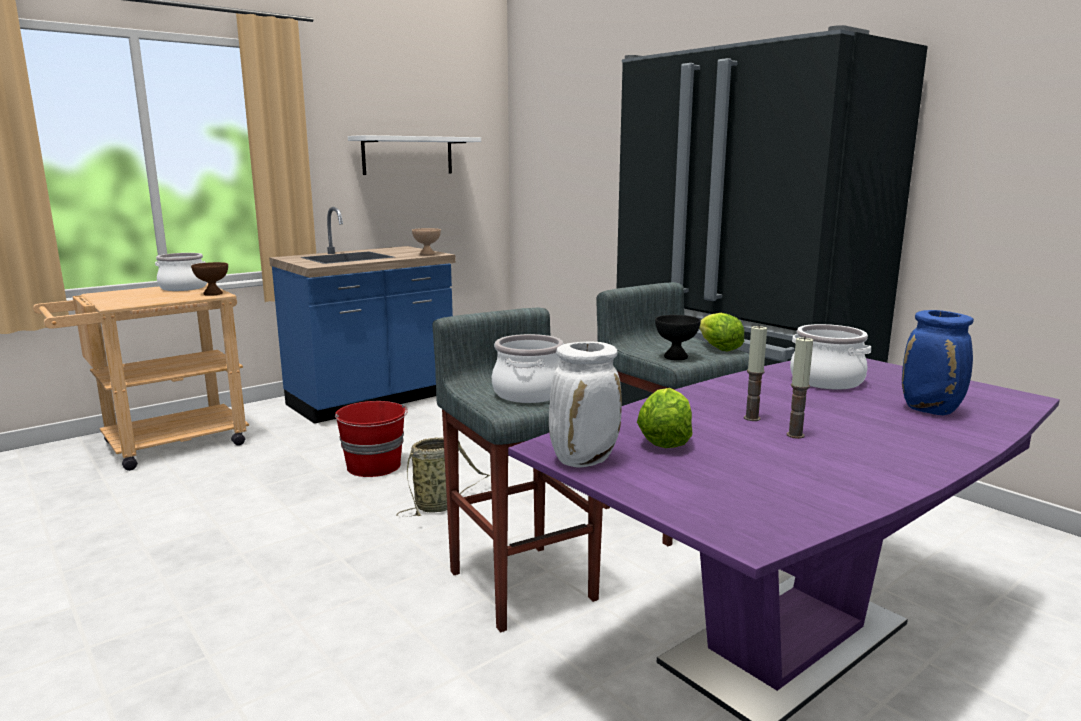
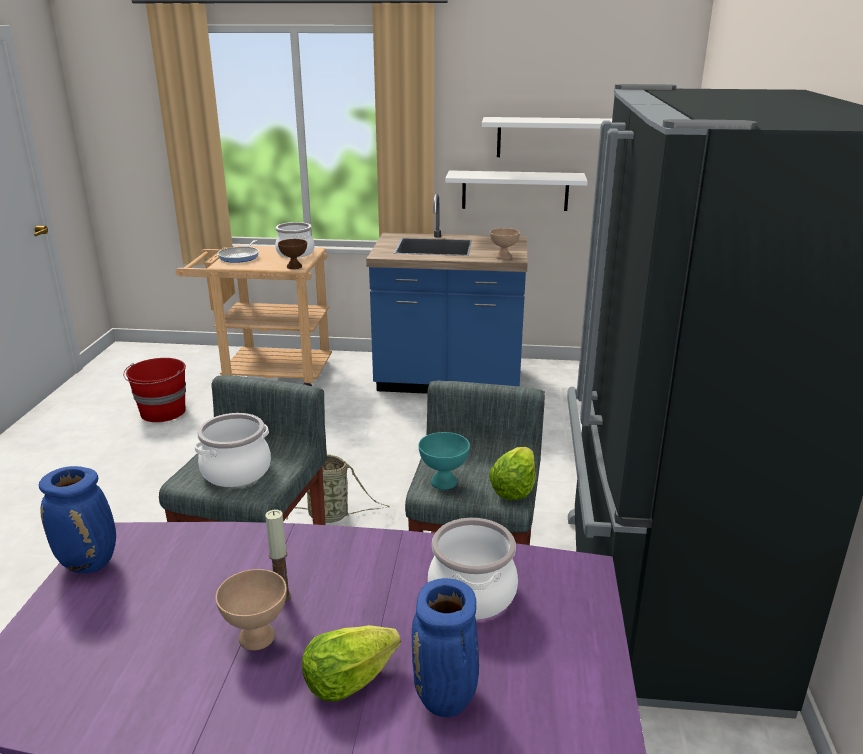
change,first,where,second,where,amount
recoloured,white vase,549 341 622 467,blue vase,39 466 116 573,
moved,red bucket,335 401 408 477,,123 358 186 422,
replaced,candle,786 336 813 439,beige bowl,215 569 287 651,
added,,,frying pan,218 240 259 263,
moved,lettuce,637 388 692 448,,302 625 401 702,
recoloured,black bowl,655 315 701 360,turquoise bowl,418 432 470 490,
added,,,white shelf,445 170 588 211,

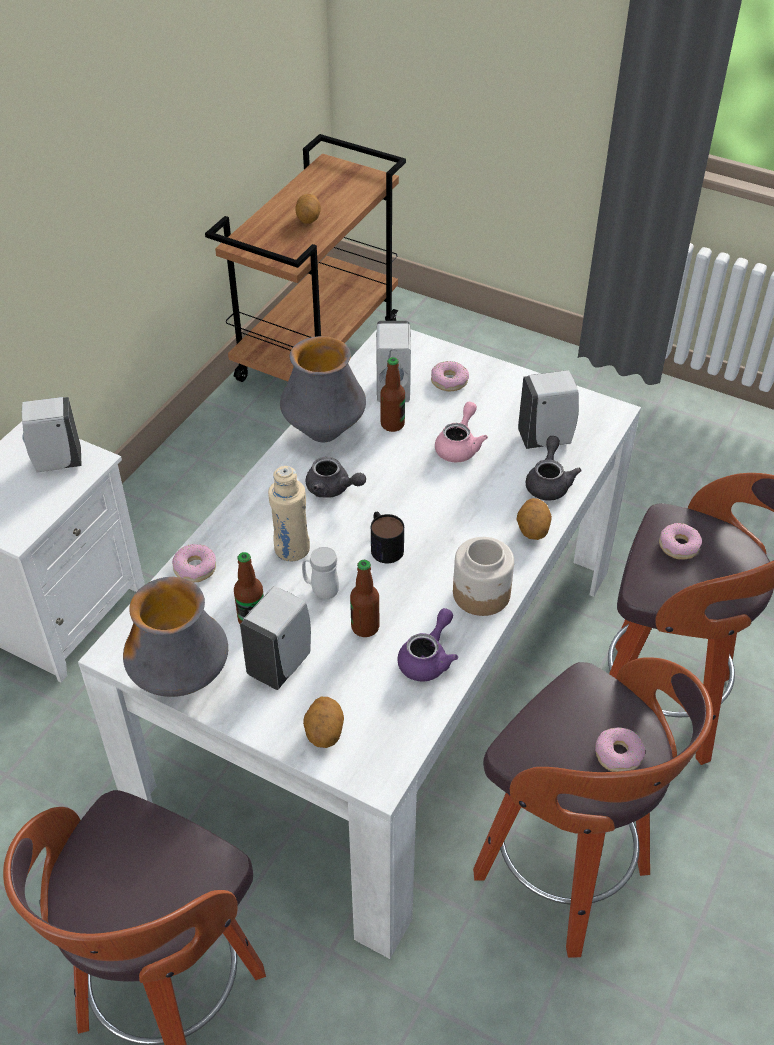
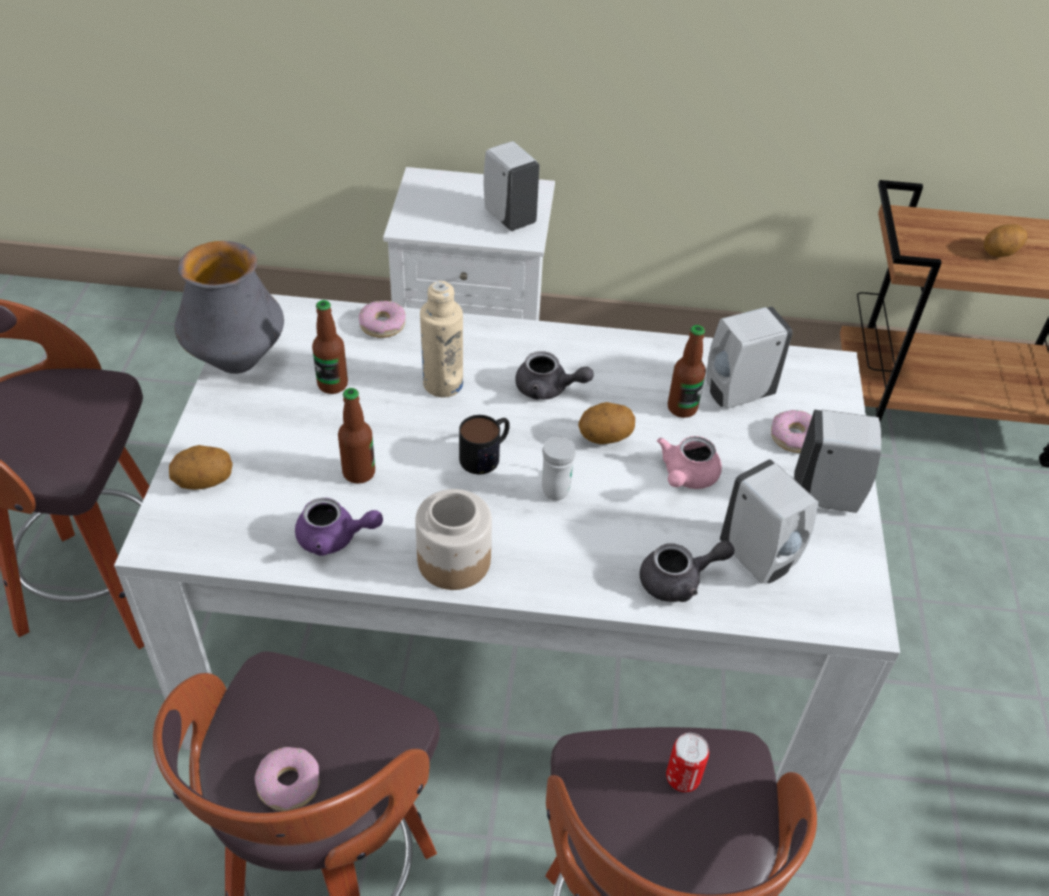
change,first,where,second,where,amount
turned,grey teapot,306 457 366 498,,515 351 594 400,75 degrees counterclockwise
moved,white mug,302 547 339 599,,542 436 576 501,
moved,potato,516 498 552 540,,578 402 635 444,
turned,pink teapot,435 402 488 462,,657 436 722 489,120 degrees clockwise
replaced,donut,659 523 702 559,can,666 733 709 792,
moved,white soap dispenser,240 586 311 690,,794 410 882 513,
removed,vase,280 336 366 442,,,

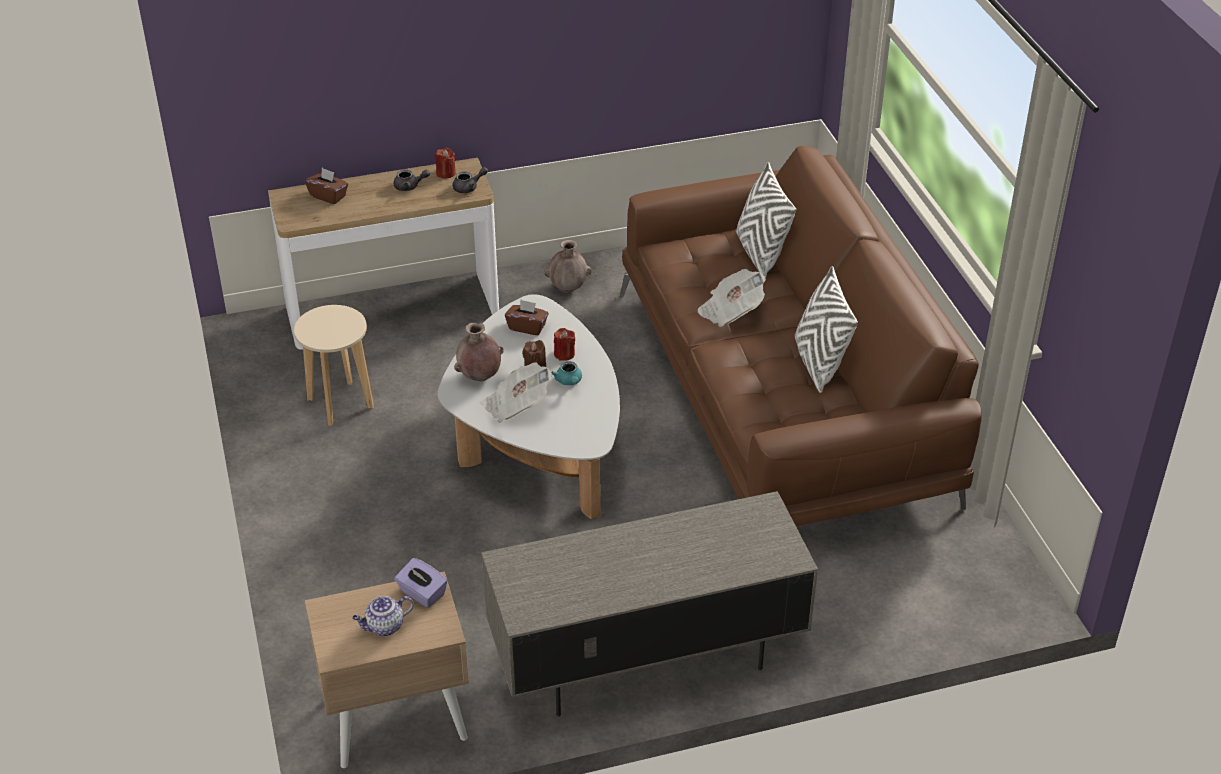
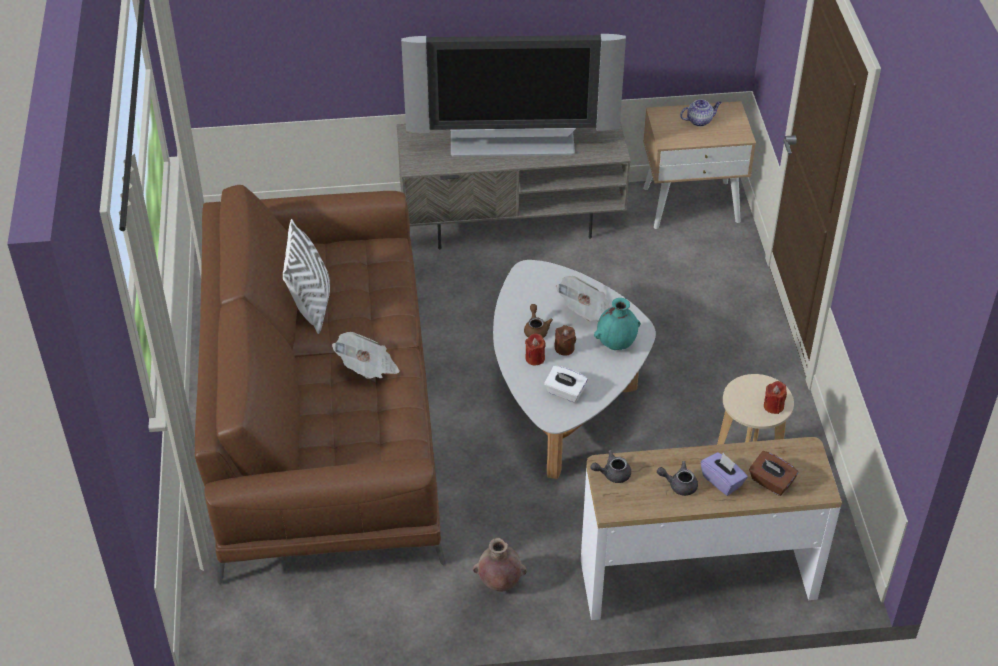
change,first,where,second,where,amount
added,,,television,401 34 626 157,
recoloured,turquoise teapot,551 361 582 385,brown teapot,524 304 553 338,
recoloured,brown tissue box,505 299 549 335,white tissue box,544 366 588 403,
recoloured,brown vase,454 322 503 381,turquoise vase,594 298 641 350,
moved,purple tissue box,395 558 447 608,,701 452 748 496,
moved,red candle,435 148 456 178,,764 381 787 414,
removed,white pillow,736 162 797 278,,,

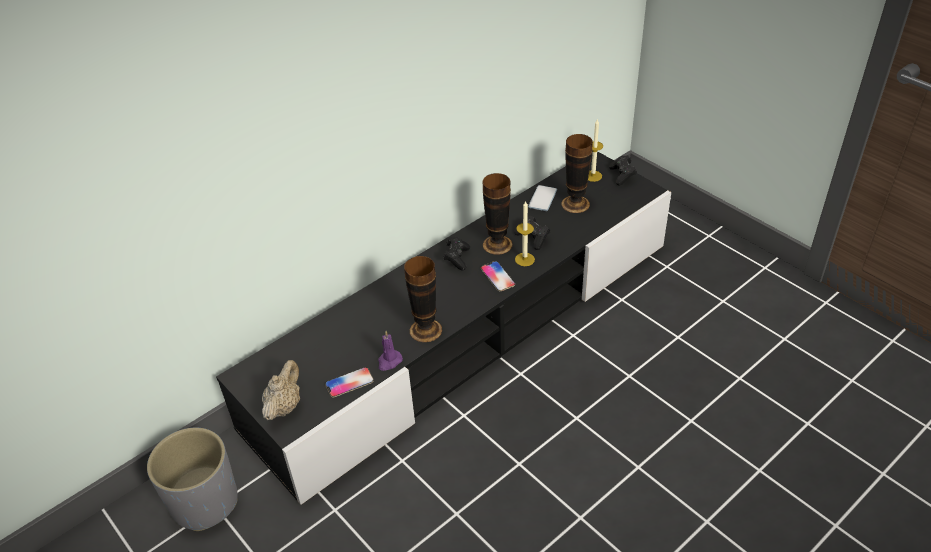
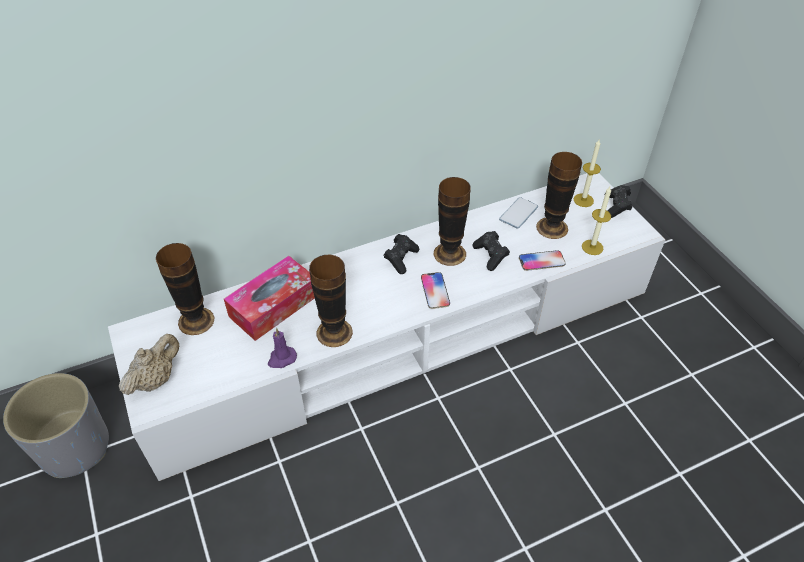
change,first,where,second,where,amount
recoloured,black tv stand,216 150 671 505,white tv stand,108 173 666 481,
added,,,vase,156 243 214 335,
added,,,tissue box,224 256 315 341,
moved,phone,325 367 374 397,,519 250 566 271,
moved,candle,515 201 535 266,,582 187 611 255,

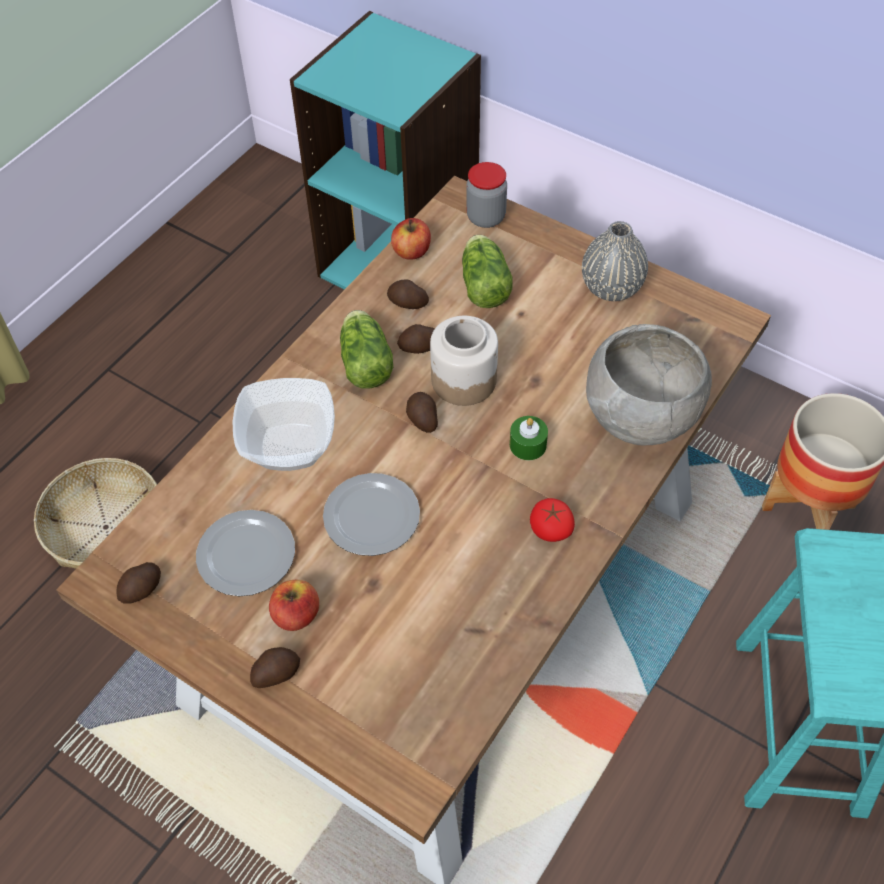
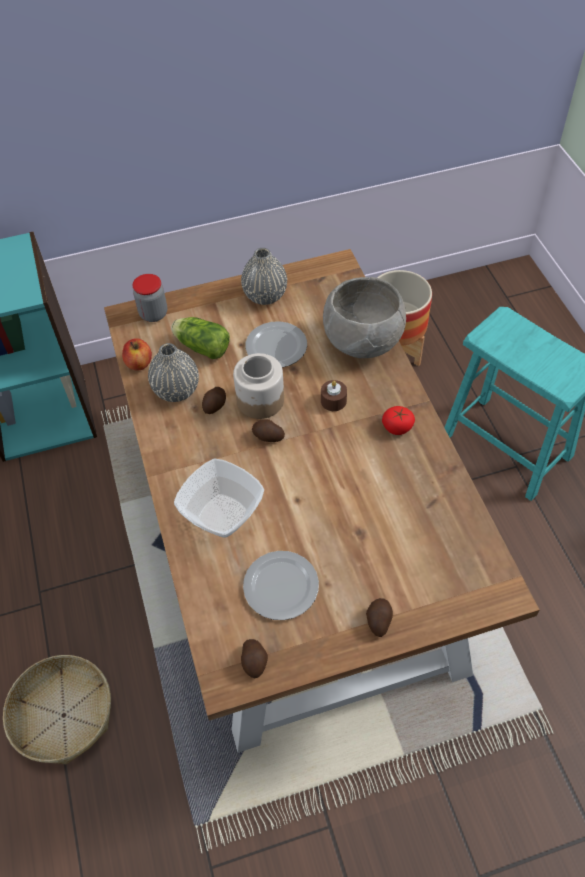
change,first,where,second,where,amount
replaced,potato,387 279 429 309,grey vase,148 343 199 402,
moved,plate,323 473 420 556,,245 321 307 368,
recoloured,green candle,510 416 548 460,brown candle,321 380 347 411,
removed,apple,269 580 319 631,,,
removed,lettuce,340 310 393 389,,,

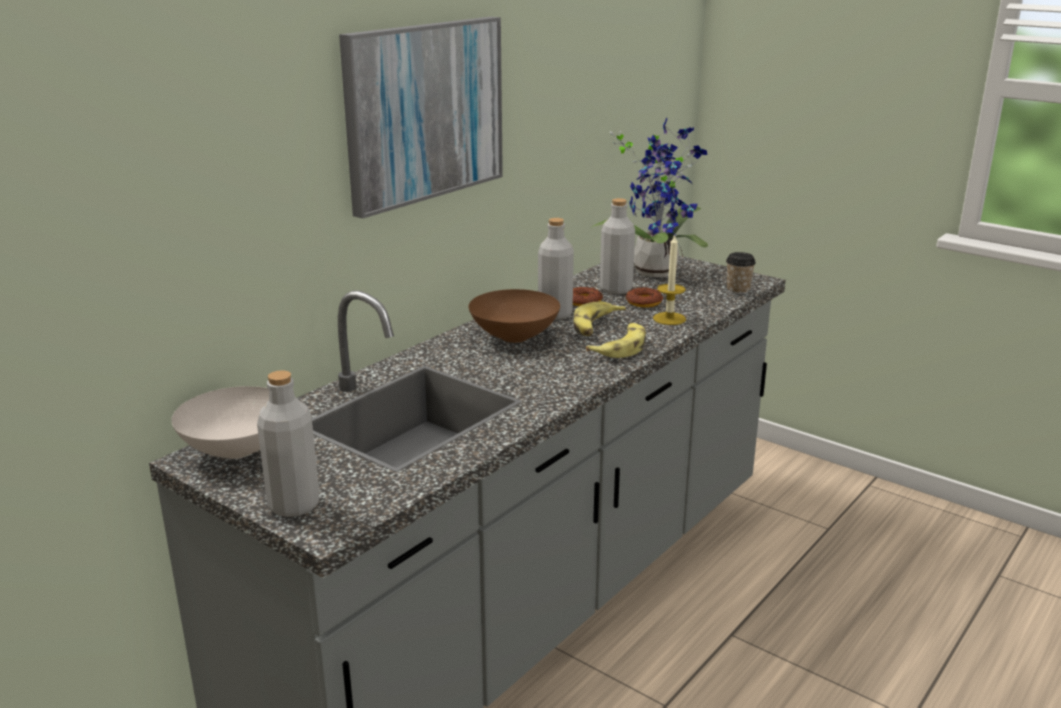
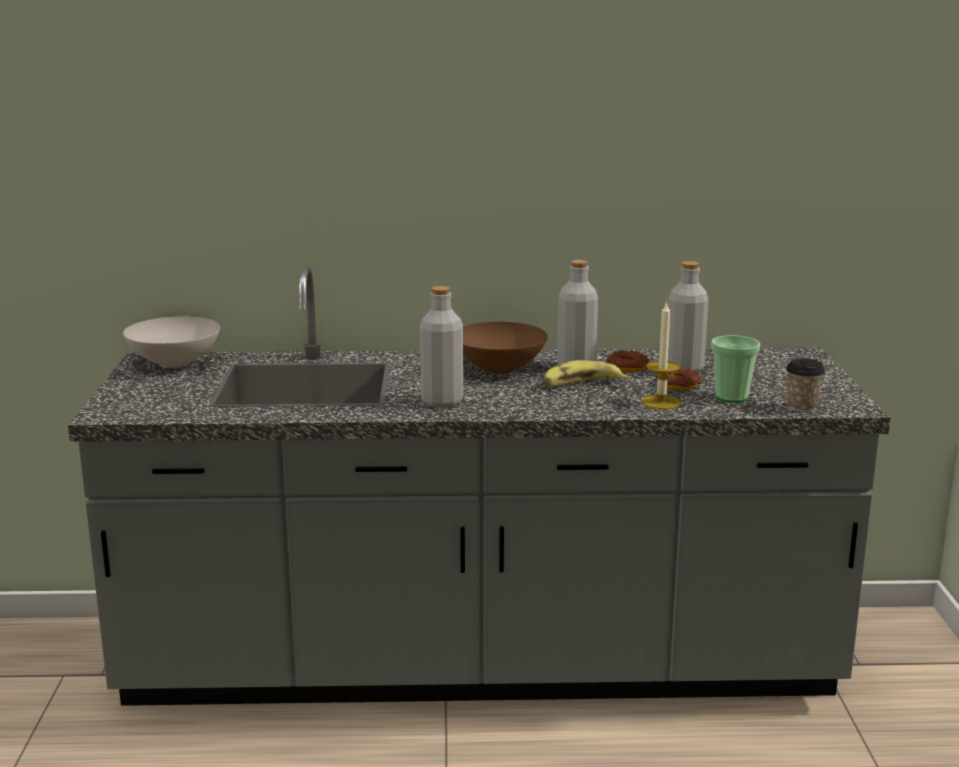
change,first,where,second,where,amount
moved,grey bottle,257 370 319 517,,420 286 463 408,
added,,,cup,711 335 760 403,
removed,picture,339 17 503 219,,,
removed,banana,586 323 646 358,,,
removed,potted plant,591 118 708 277,,,

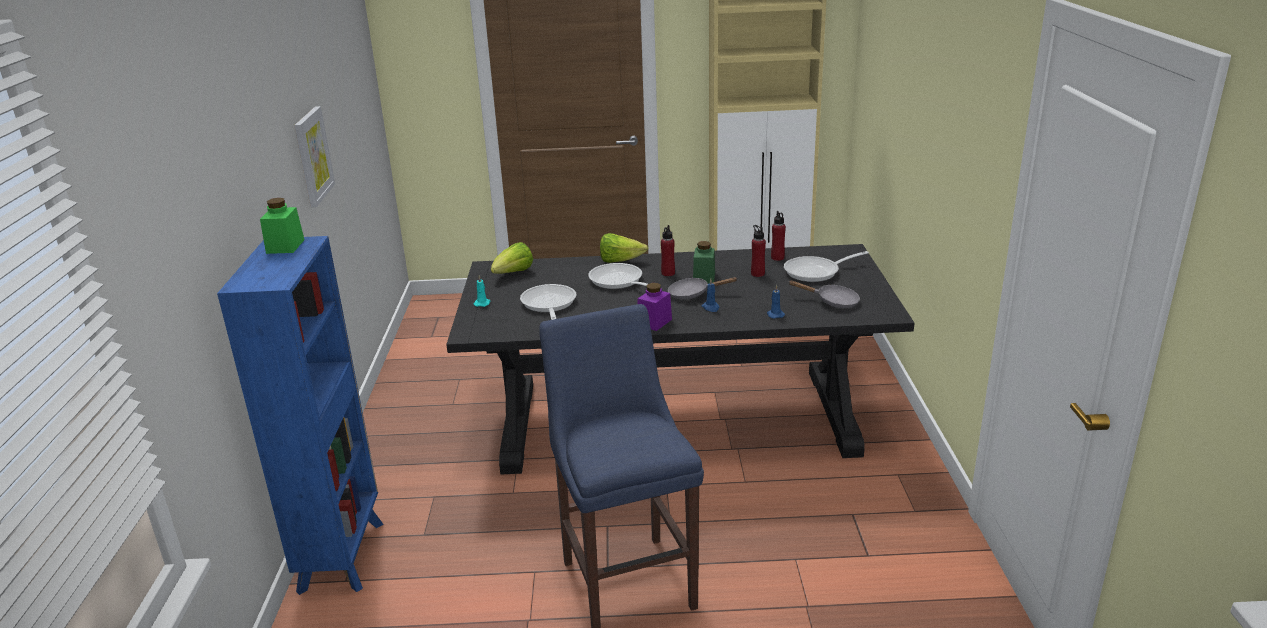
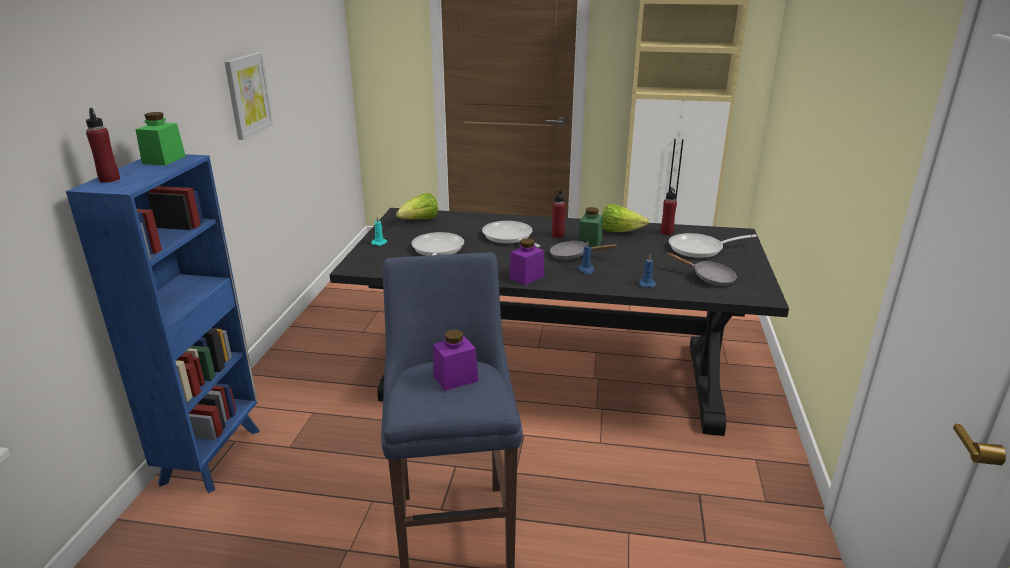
change,first,where,second,where,amount
moved,red bottle,751 225 766 277,,86 108 120 183,
added,,,purple jar,433 330 478 391,
moved,lettuce,600 233 648 263,,602 204 649 232,

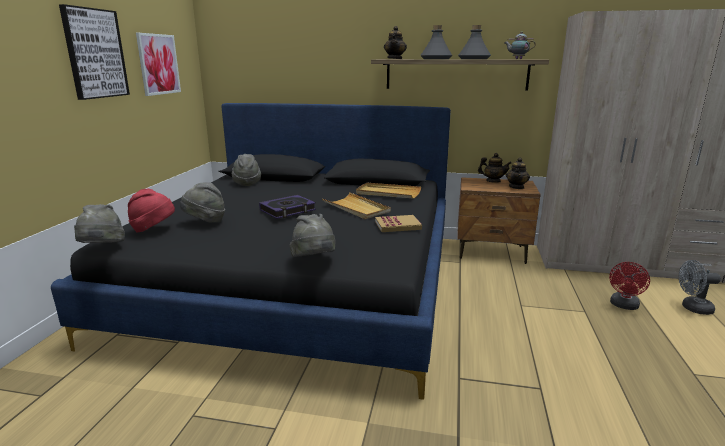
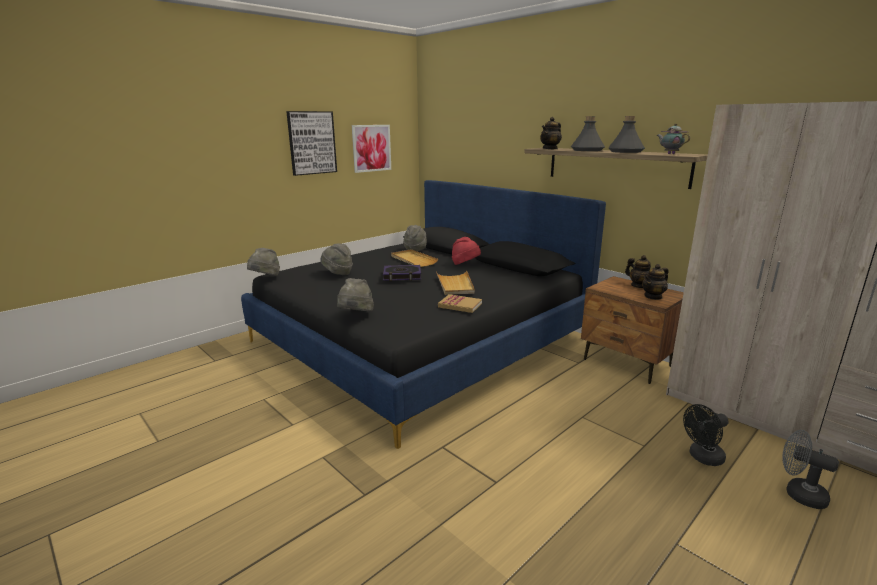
change,first,where,second,where,amount
moved,beige tray,356 183 421 199,,391 249 438 267,
moved,red hat,128 189 175 232,,452 237 481 265,
recoloured,red fan,609 262 650 310,black fan,683 404 729 466,

